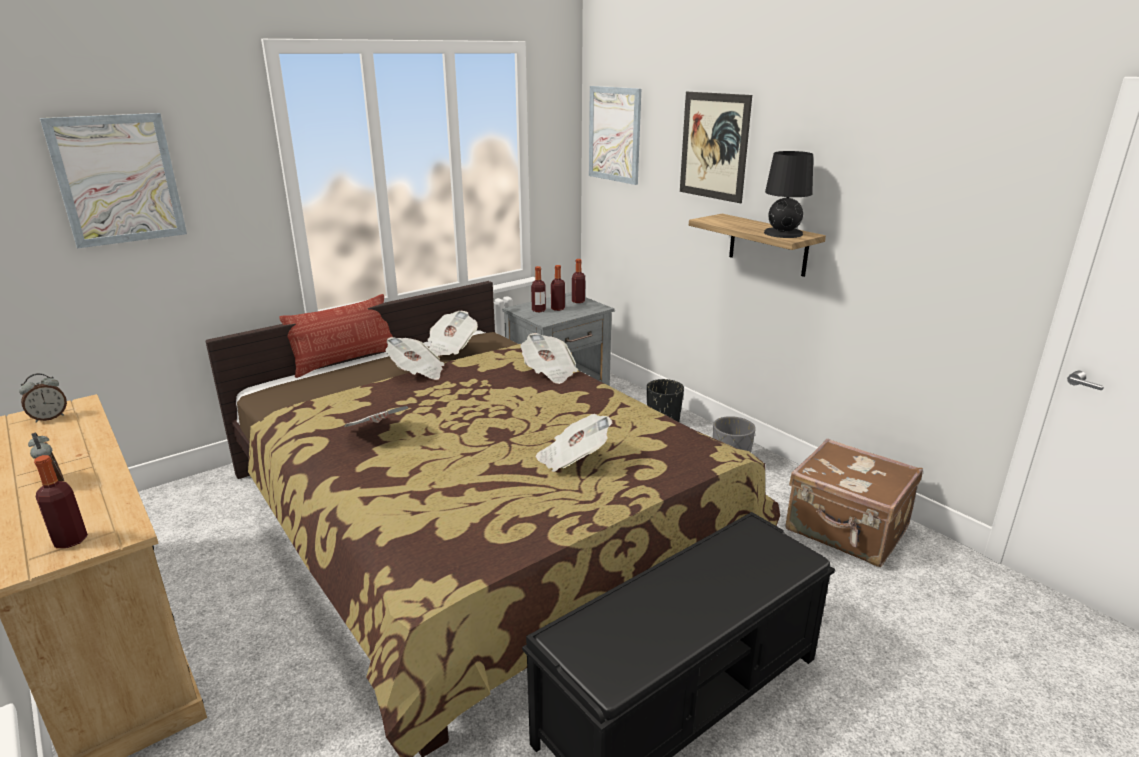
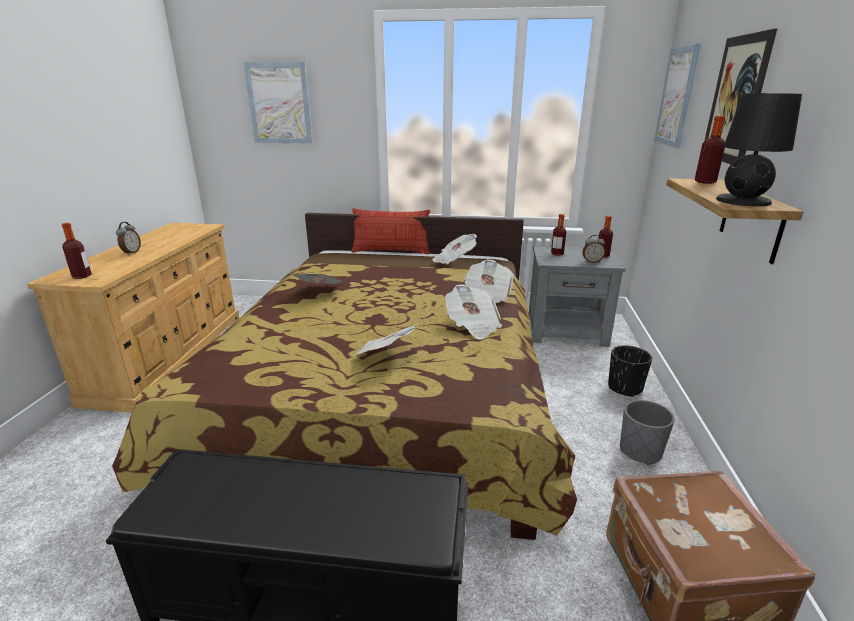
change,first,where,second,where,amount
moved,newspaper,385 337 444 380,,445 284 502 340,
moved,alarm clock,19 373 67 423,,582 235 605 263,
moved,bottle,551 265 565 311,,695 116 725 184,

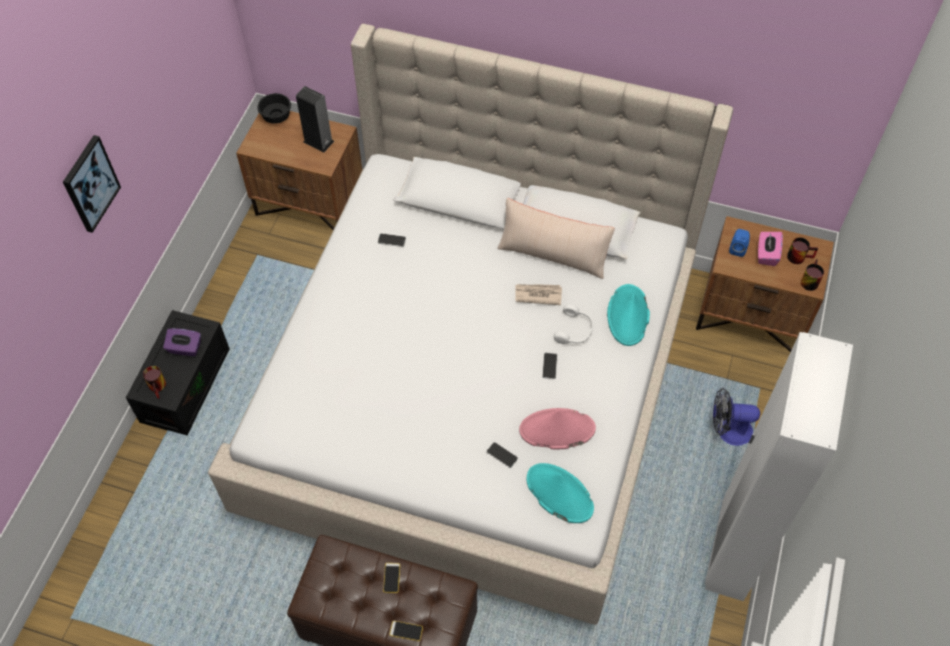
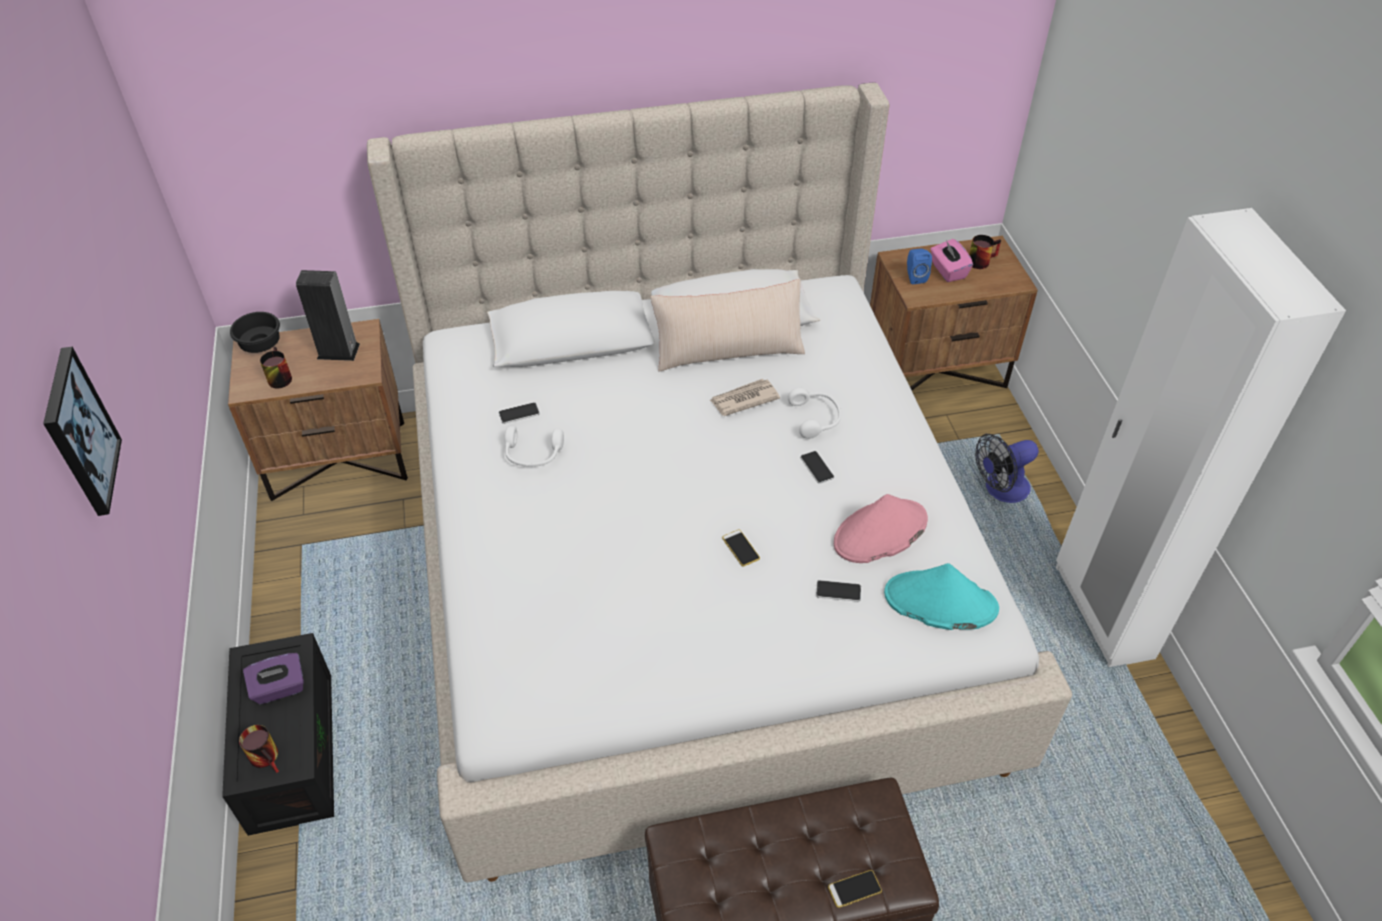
change,first,where,second,where,amount
moved,mug,801 259 824 291,,260 347 292 388,
added,,,white headphones,504 426 564 467,
moved,phone,383 563 400 593,,722 530 760 566,
removed,turquoise hat,607 284 650 346,,,

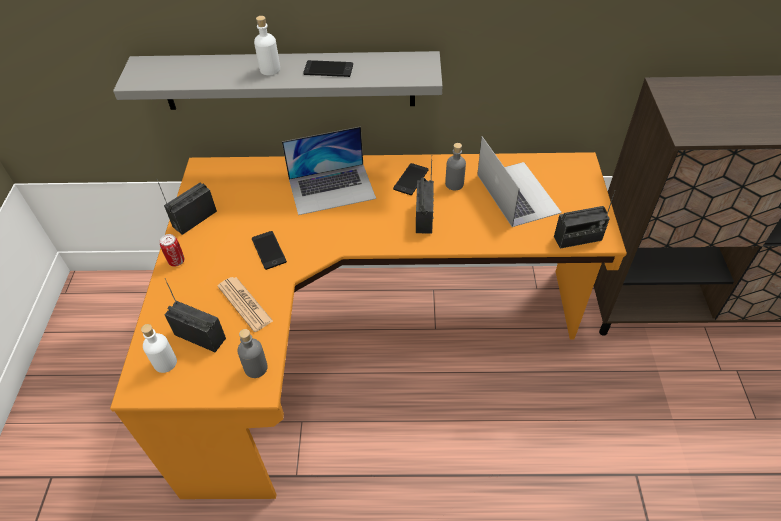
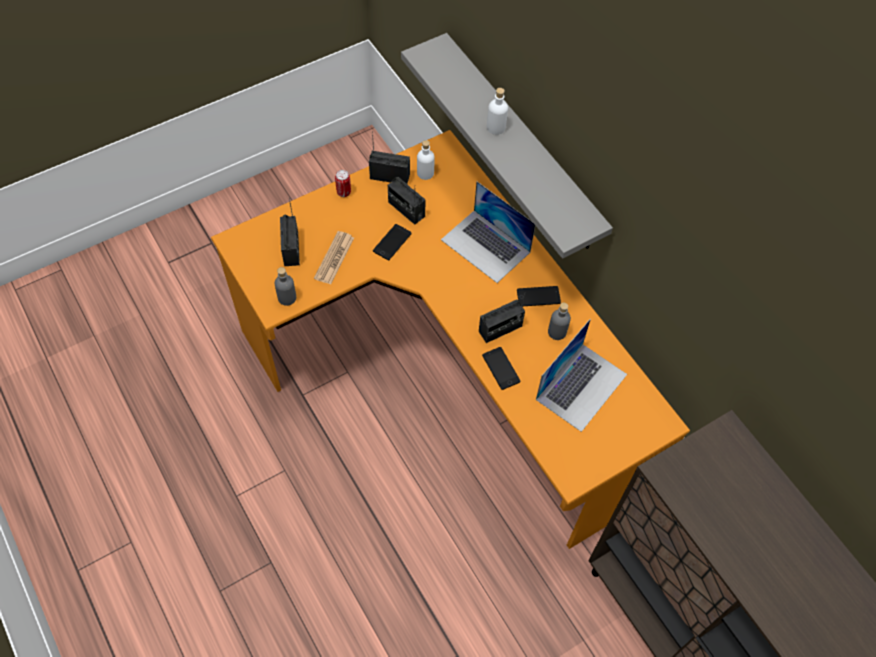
change,first,where,second,where,amount
moved,radio,554 190 616 249,,388 177 425 225,
moved,white bottle,141 324 177 373,,417 140 434 180,
moved,phone,303 60 353 77,,482 347 520 390,

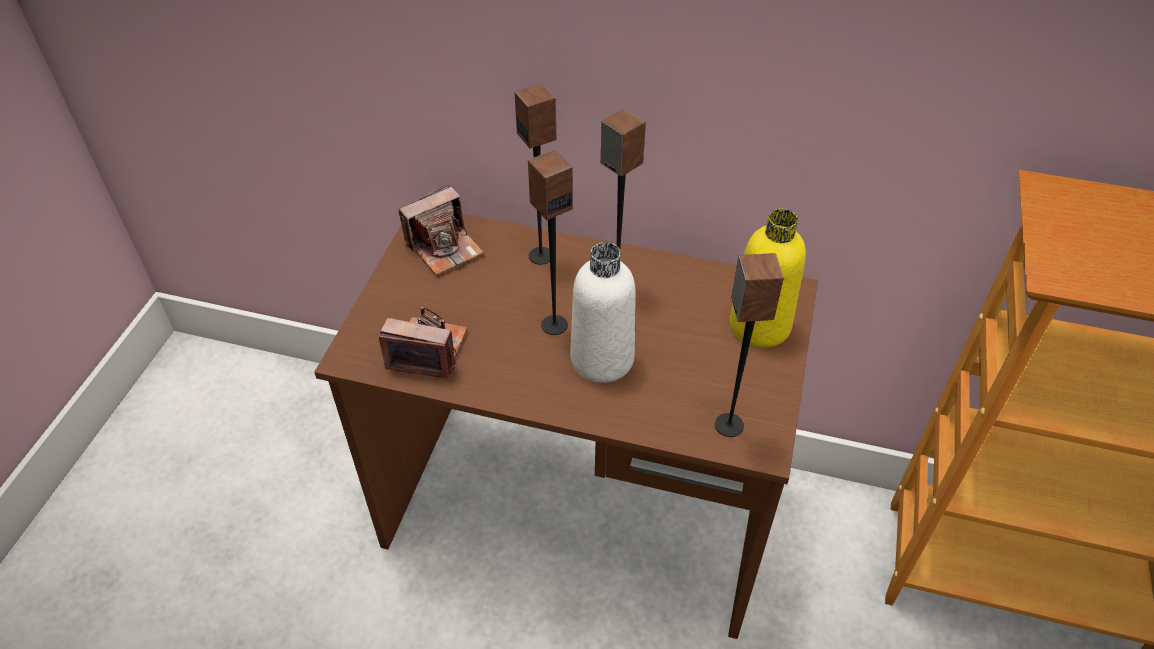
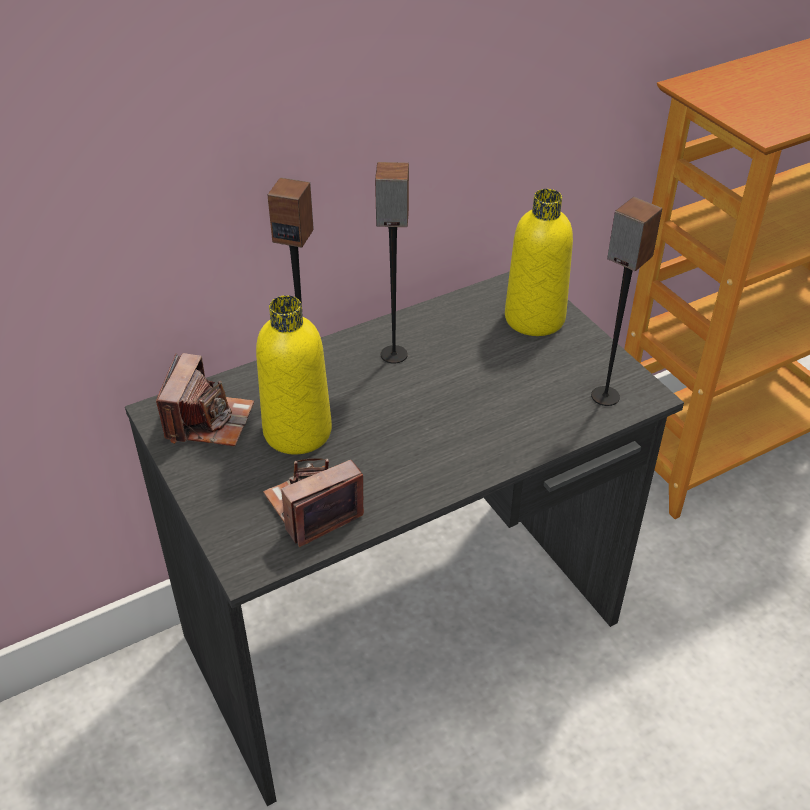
change,first,where,second,where,amount
recoloured,brown desk,314 214 818 639,grey desk,125 272 684 806,
added,,,yellow bottle,256 295 332 455,
removed,speaker,528 150 573 335,,,
removed,white bottle,570 242 636 383,,,

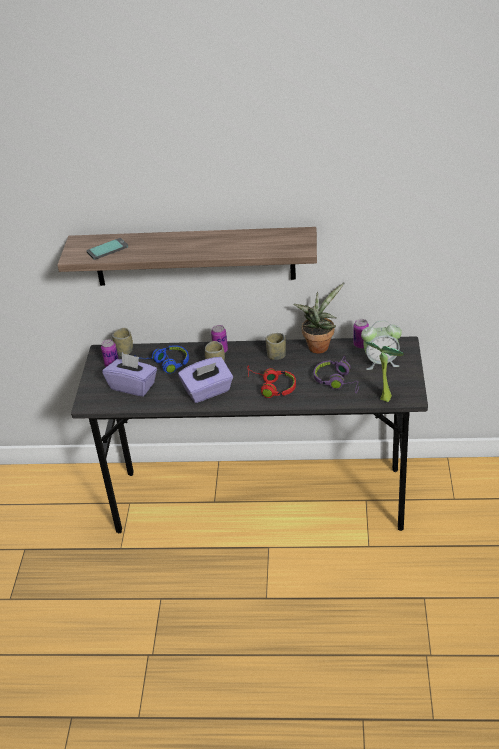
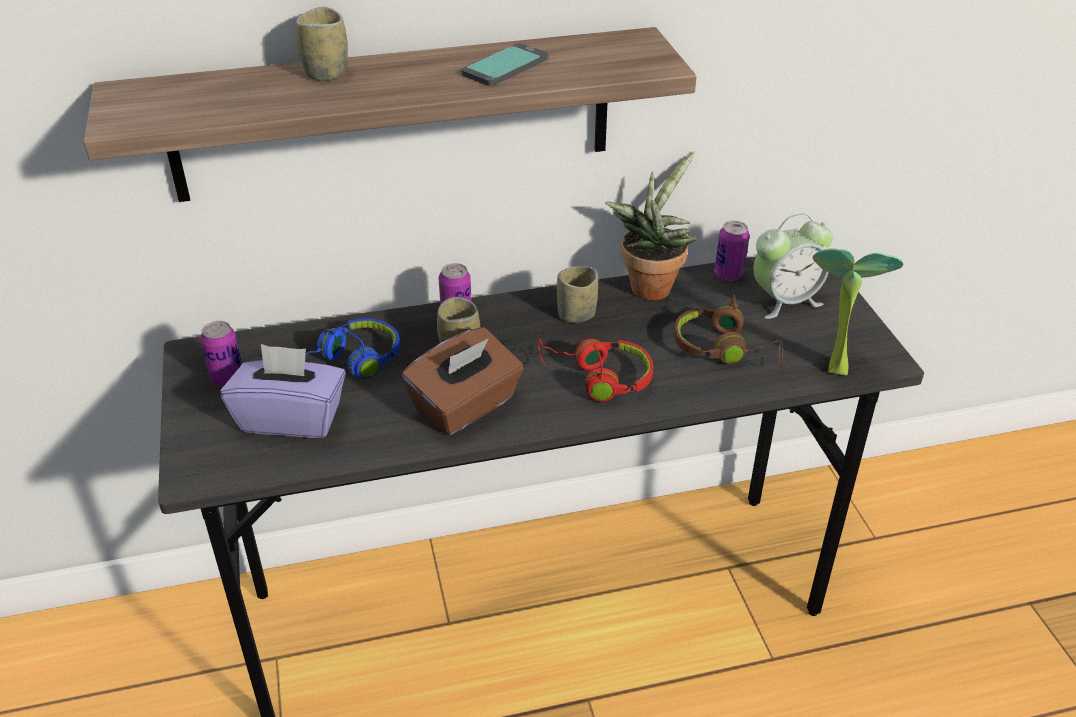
change,first,where,second,where,amount
moved,cup,112 328 133 356,,296 7 348 81,
recoloured,purple tissue box,178 357 233 403,brown tissue box,402 327 524 435,
moved,phone,86 238 128 260,,461 43 548 86,
recoloured,purple headphones,314 356 360 393,brown headphones,674 294 783 367,

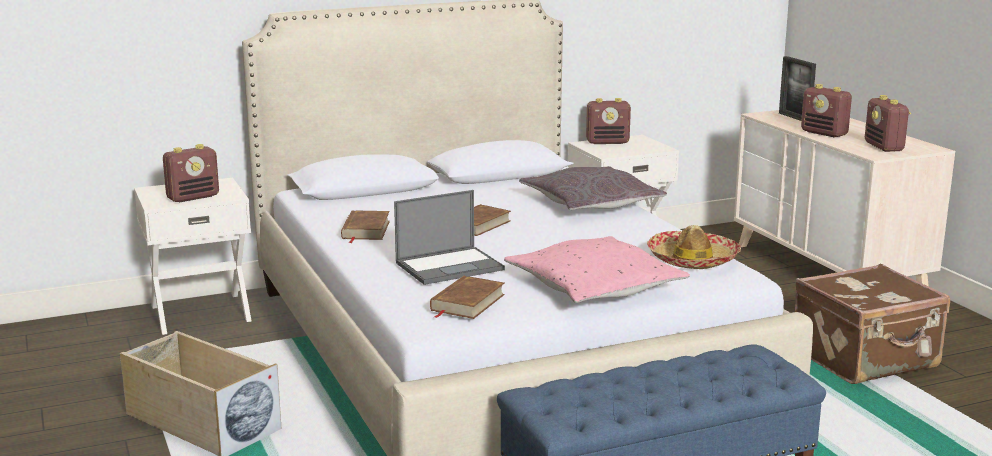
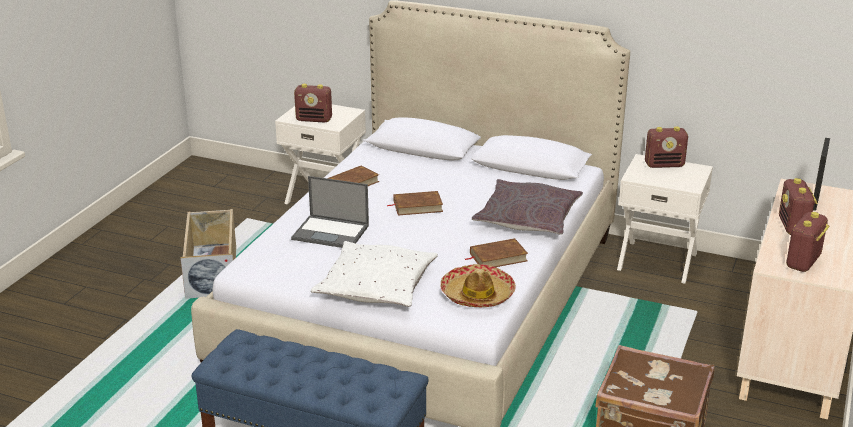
change,first,where,second,where,amount
recoloured,pink pillow,504 236 690 303,white pillow,311 241 438 307,
moved,brown book,430 276 505 319,,465 238 528 267,
turned,radio,586 98 631 144,,645 127 688 168,45 degrees counterclockwise

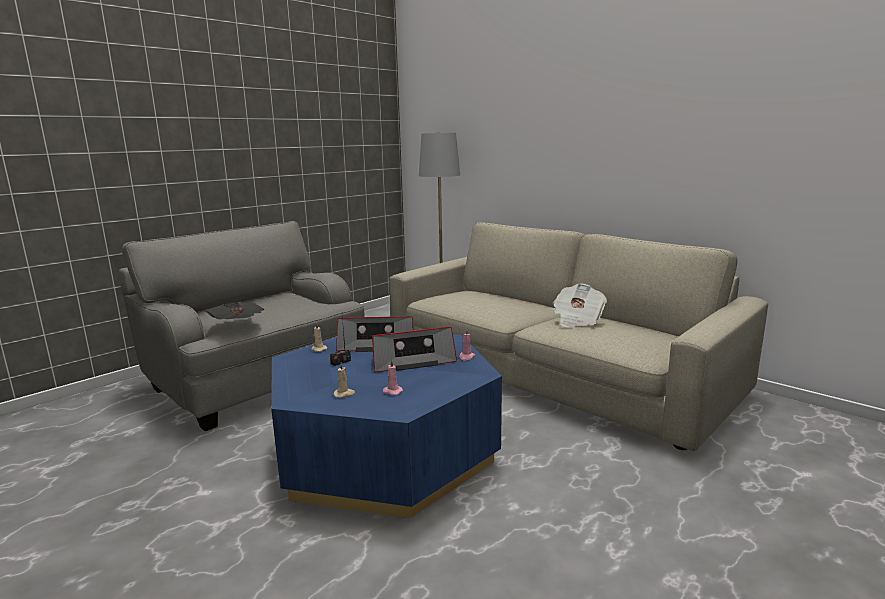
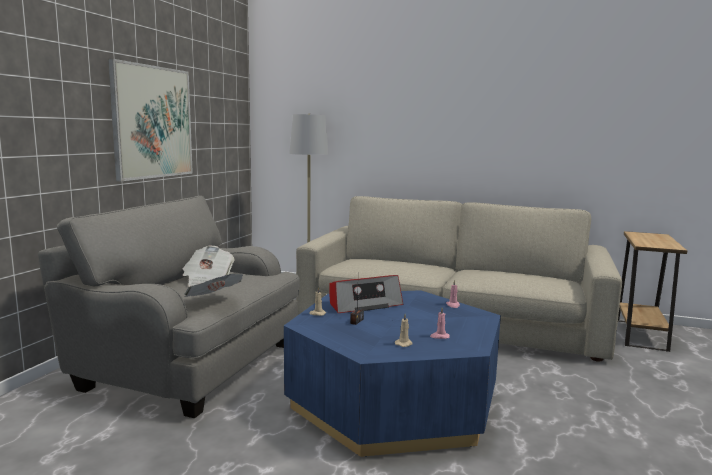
change,first,where,second,where,amount
added,,,picture,108 59 193 181,
moved,newspaper,553 284 607 328,,182 246 235 287,
added,,,brown side table,618 231 687 352,
removed,radio,372 327 457 372,,,

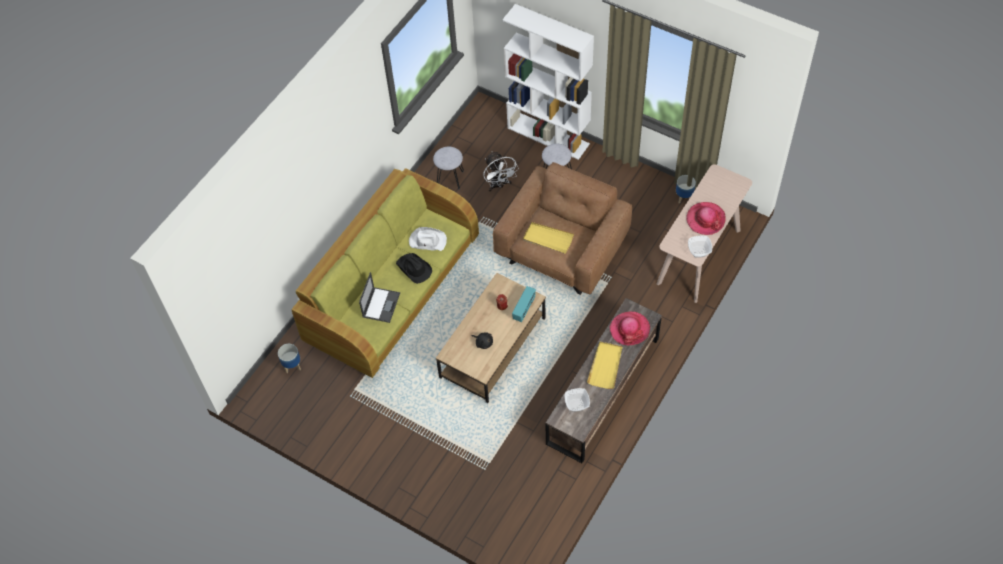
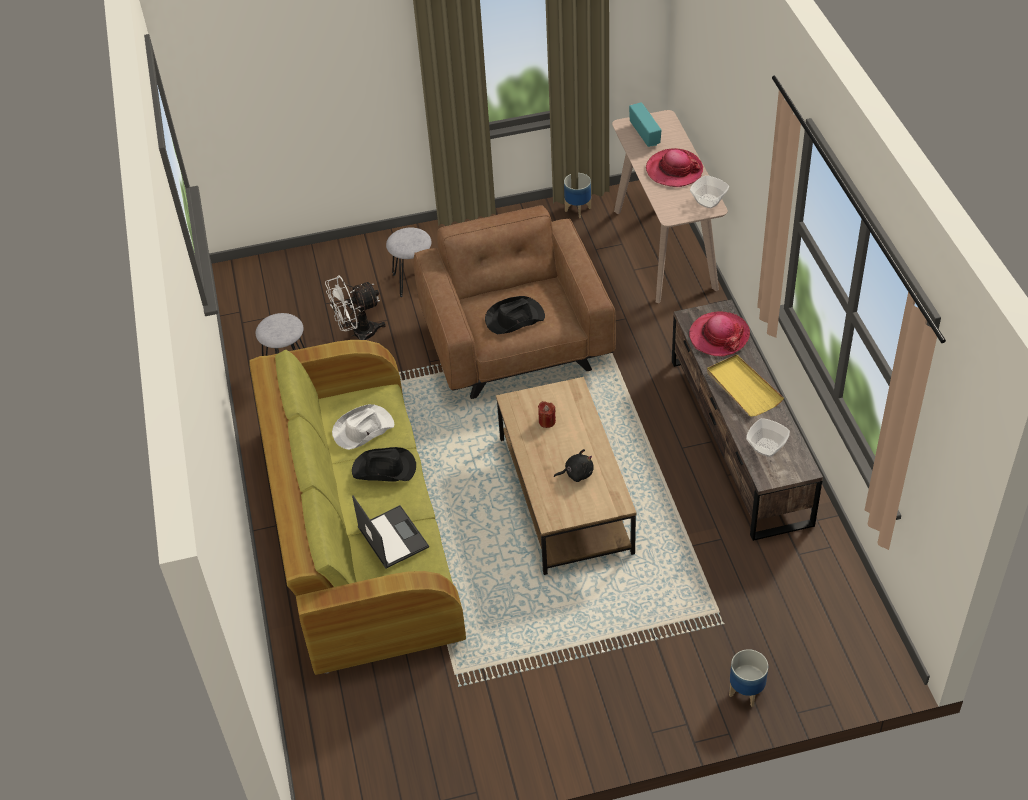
change,first,where,second,where,amount
turned,white fan,483 152 519 191,,325 275 386 340,135 degrees clockwise
replaced,yellow tray,523 222 574 254,black hat,485 296 545 334,
moved,radio,512 286 536 322,,629 102 662 147,
moved,planter,278 344 301 373,,729 649 768 707,
removed,white bookcase,502 4 594 160,,,

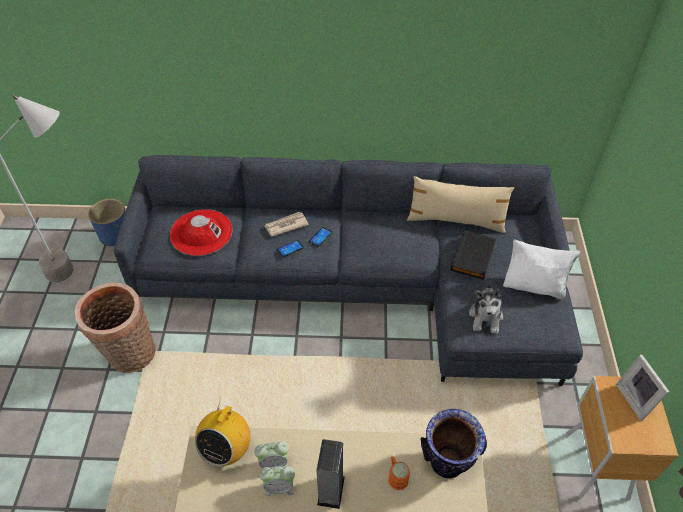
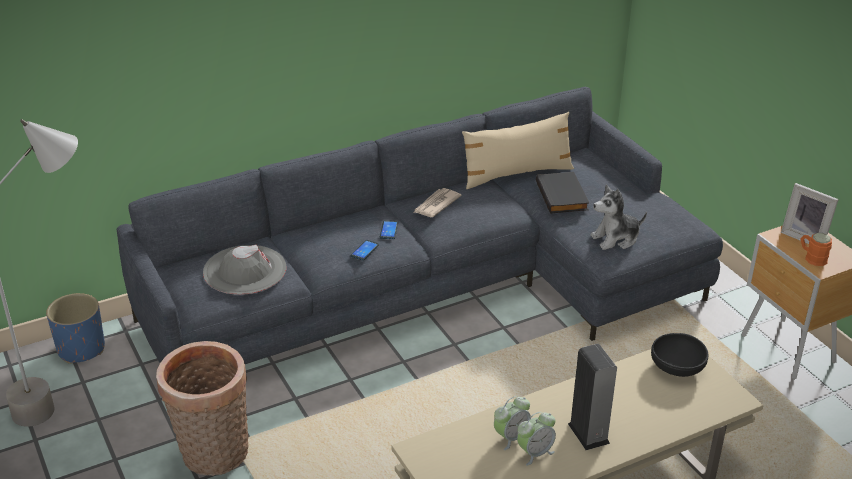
change,first,where,second,where,amount
recoloured,red hat,170 209 233 256,grey hat,203 245 286 295,
moved,newspaper,265 212 309 237,,413 188 462 217,
turned,plush toy,469 283 503 334,,590 185 647 250,90 degrees clockwise
replaced,vase,421 409 487 478,black bowl,651 333 709 377,
moved,orange mug,388 456 410 490,,800 233 832 266,
removed,radio,195 402 250 466,,,
removed,white pillow,503 240 580 300,,,

